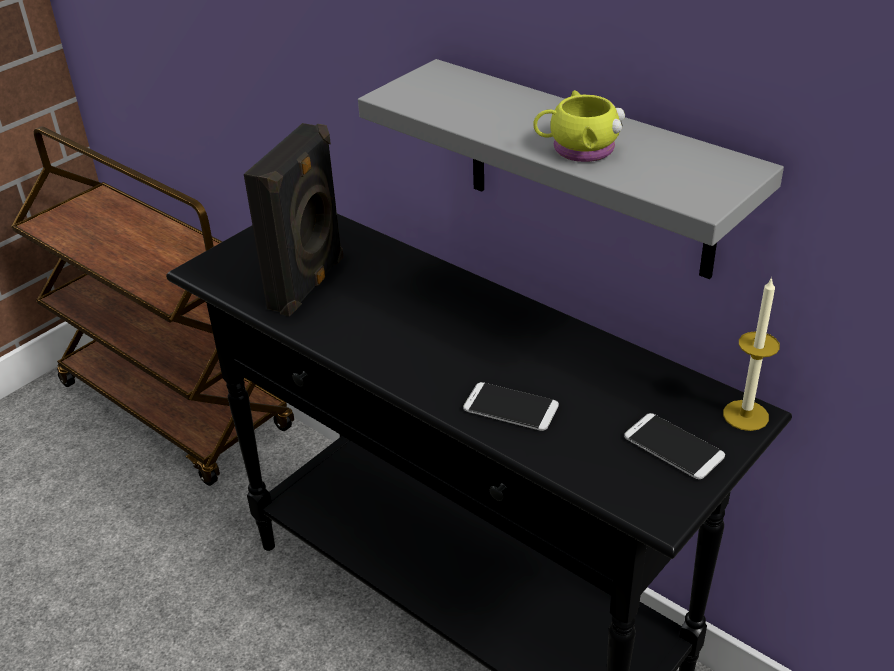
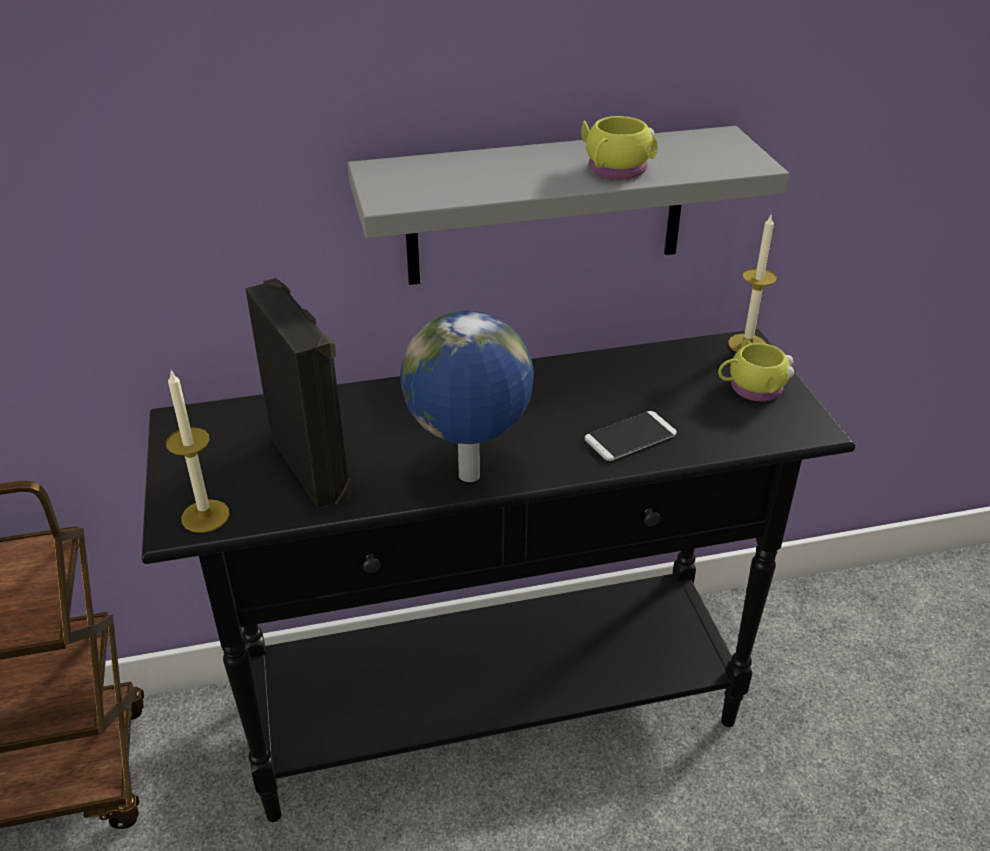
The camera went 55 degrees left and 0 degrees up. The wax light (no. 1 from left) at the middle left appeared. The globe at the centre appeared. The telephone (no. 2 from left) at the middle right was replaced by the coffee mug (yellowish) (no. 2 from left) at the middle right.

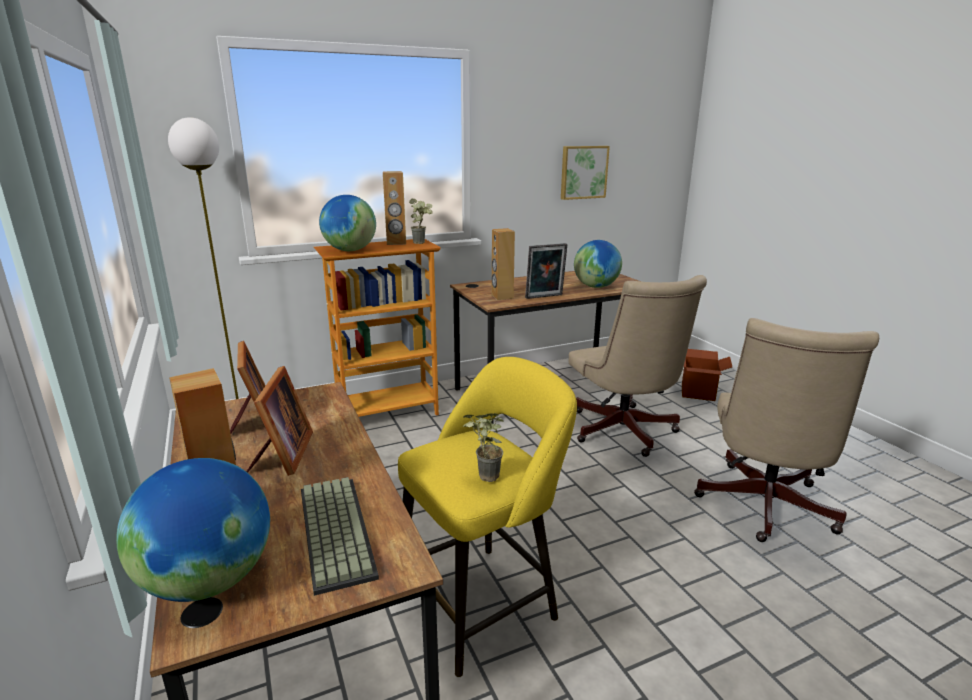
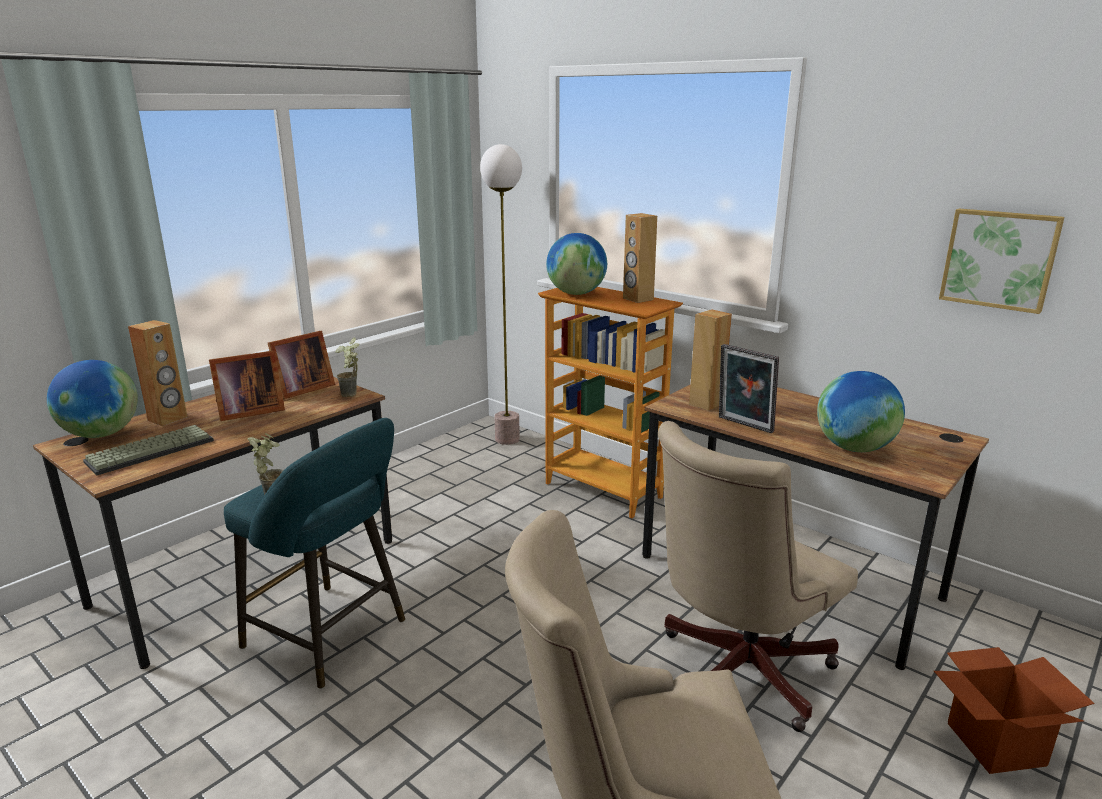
The camera went 65 degrees right and 0 degrees up. The potted plant (no. 1 from left in the first image) moved from the top centre to the middle left. The sitting stool (yellowish) at the bottom centre became the sitting stool (blue-green) at the bottom left.

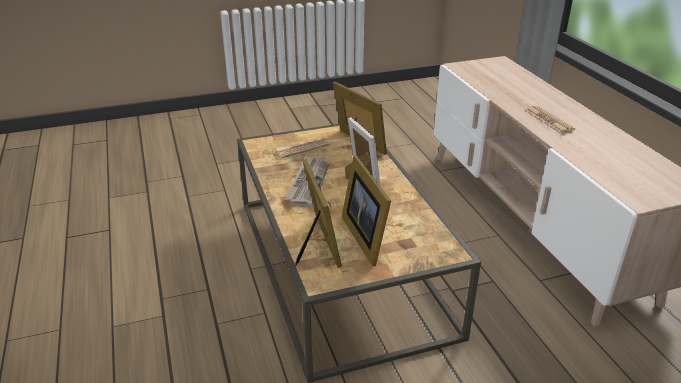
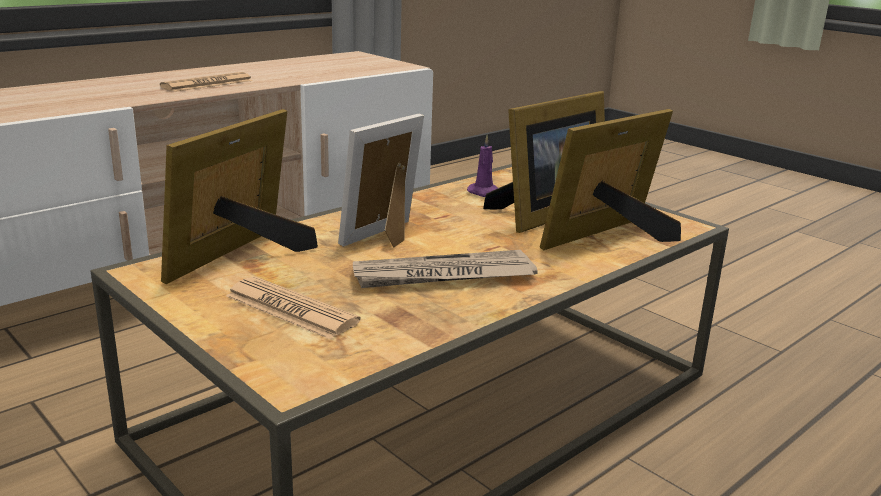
The camera went 115 degrees left and 10 degrees down. The wax light (purple-coloured) at the centre appeared.

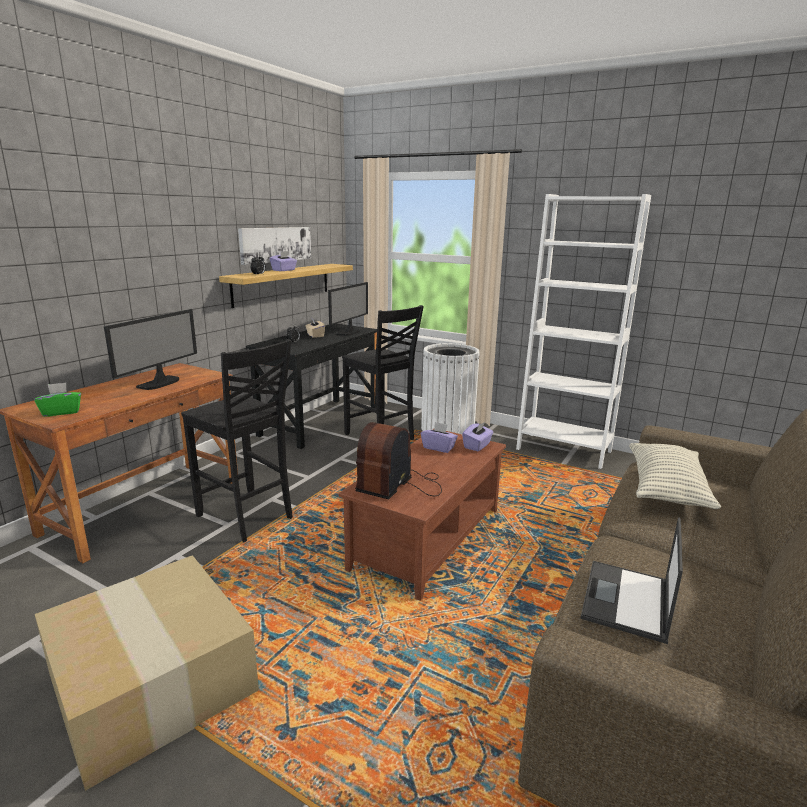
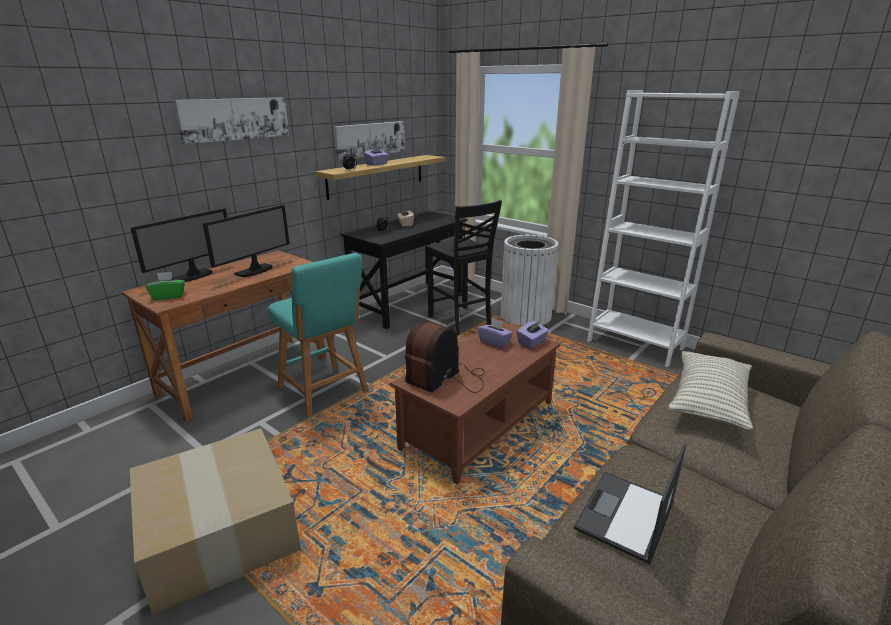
The camera went 10 degrees right and 5 degrees up. The wall art (no. 1 from left) at the top left appeared. The computer display (no. 2 from left in the first image) moved from the centre to the middle left. The plain chair (black) (no. 1 from left) at the middle left was replaced by the sitting stool (blue-green) at the centre.

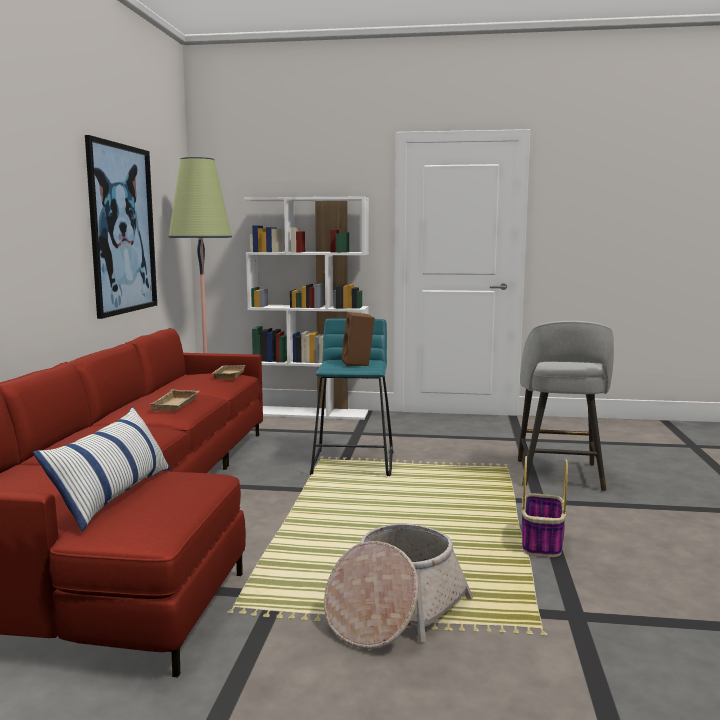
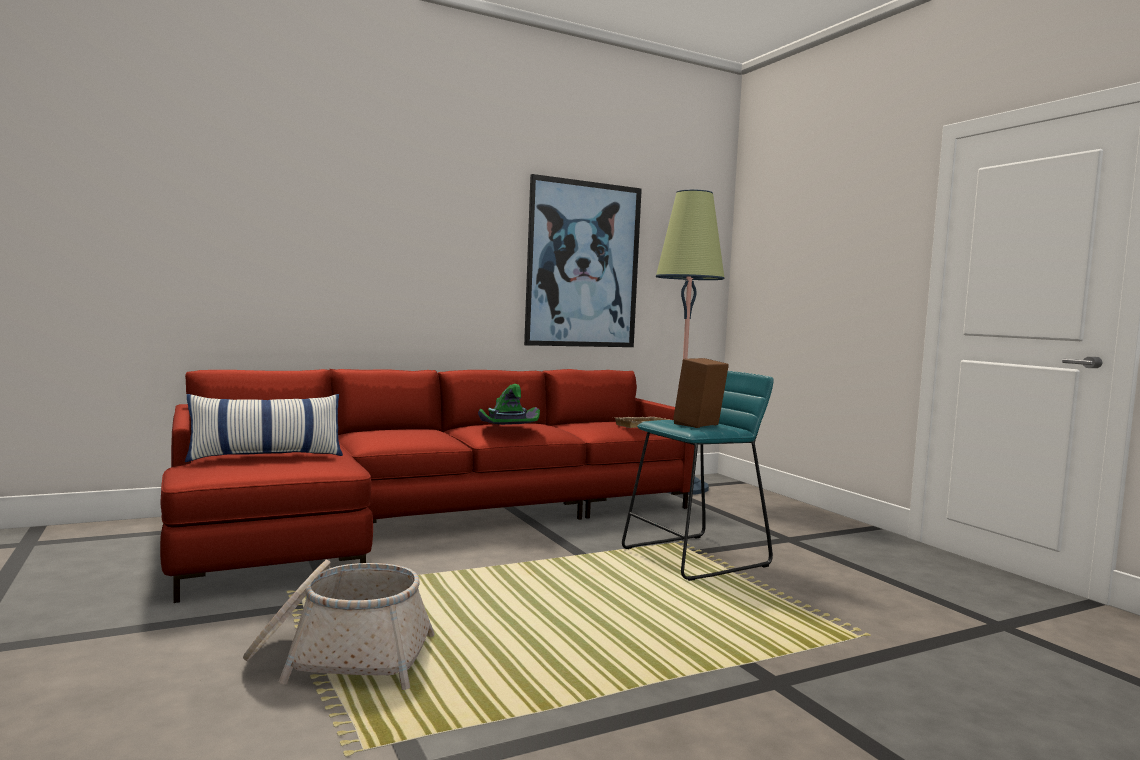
The camera went 55 degrees right and 5 degrees down. The bookshelf (whitish) at the centre disappeared. The sitting stool (grey) at the middle right disappeared. The storage basket (no. 2 from left) at the bottom right disappeared. The serving tray (beige-coloured) (no. 1 from left) at the middle left was replaced by the wearable hat (green-coloured) at the centre.

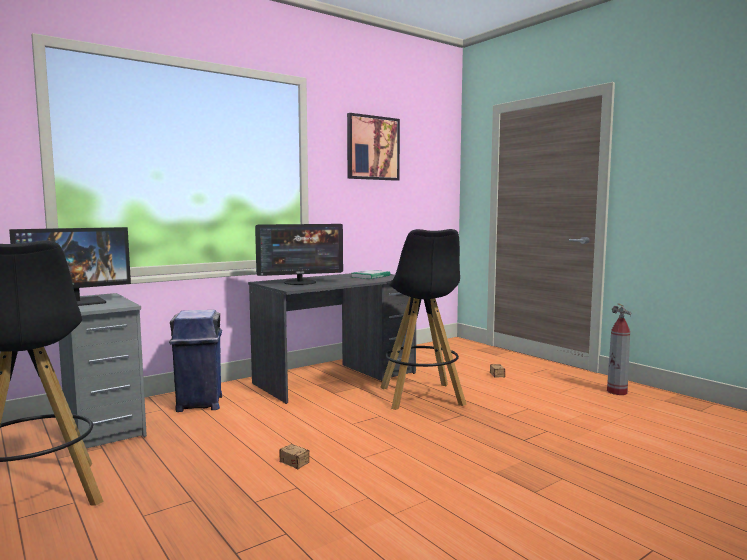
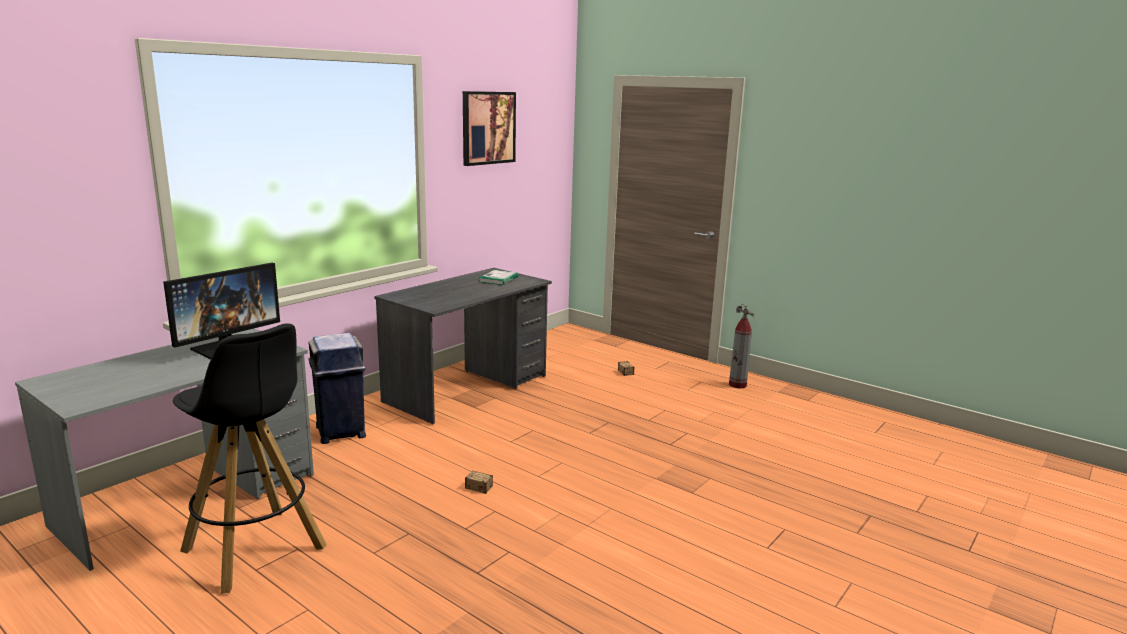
The camera went 15 degrees left and 10 degrees up. The computer display (no. 2 from left) at the centre disappeared. The sitting stool (black) (no. 2 from left) at the centre disappeared.

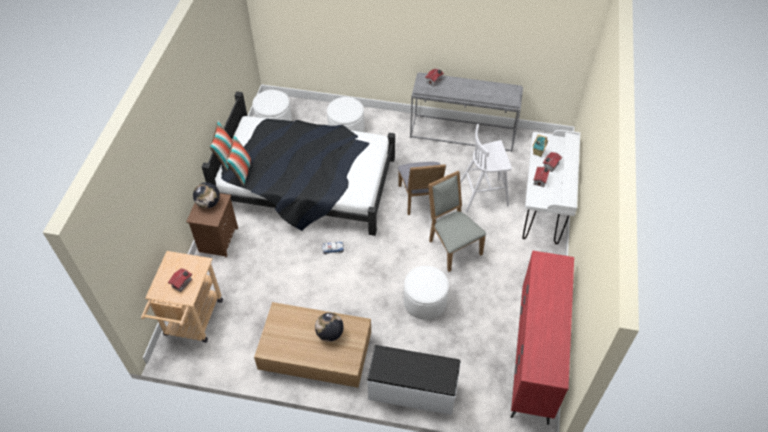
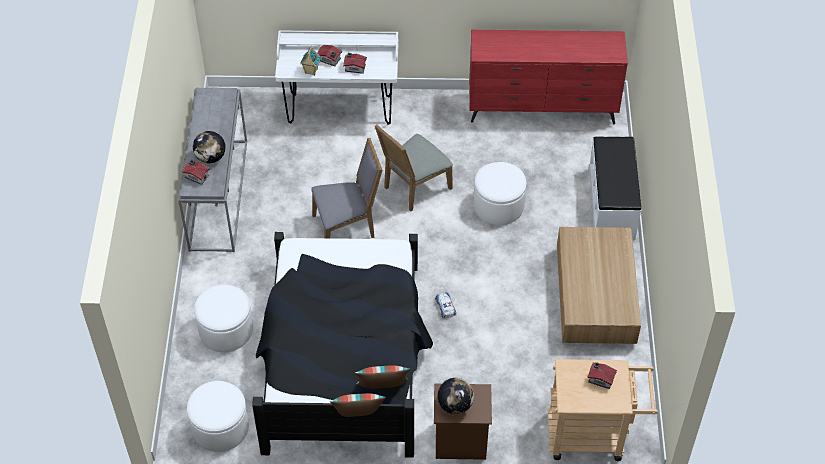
The camera went 100 degrees left and 0 degrees up. The sitting stool (whitish) at the centre disappeared. The globe (no. 2 from left in the first image) moved from the bottom centre to the top left.

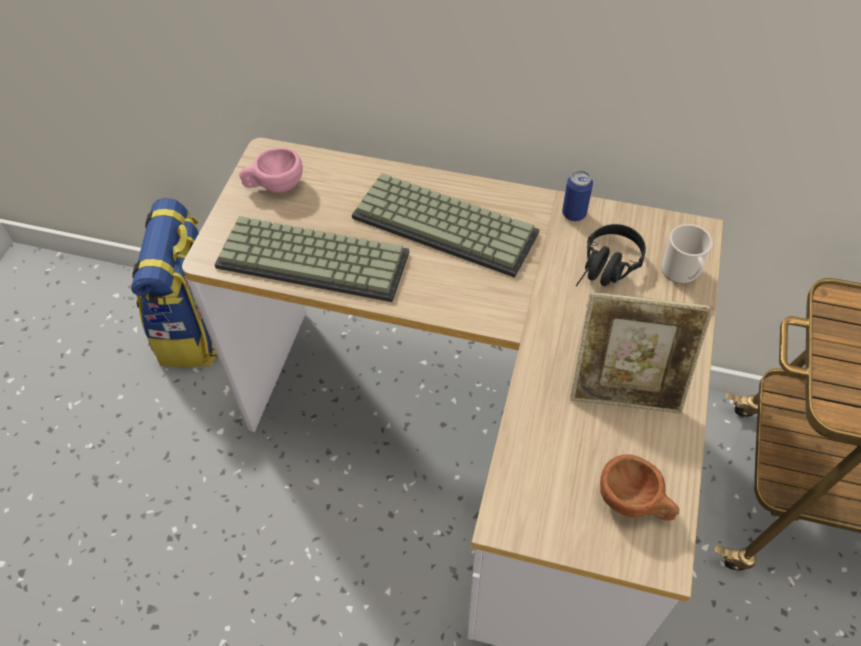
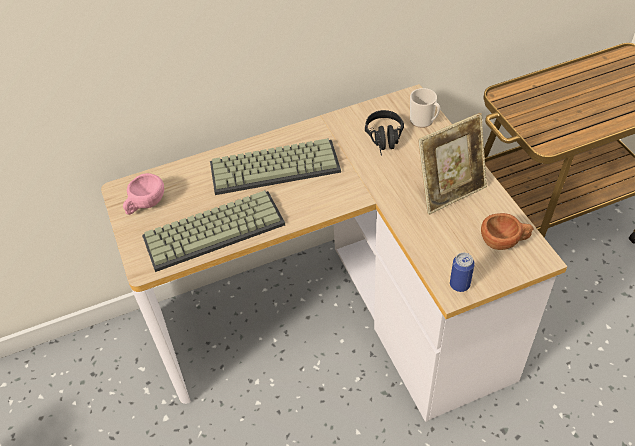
The camera went 35 degrees left and 5 degrees down. The rucksack at the middle left disappeared. The metal can moved from the top right to the middle right.

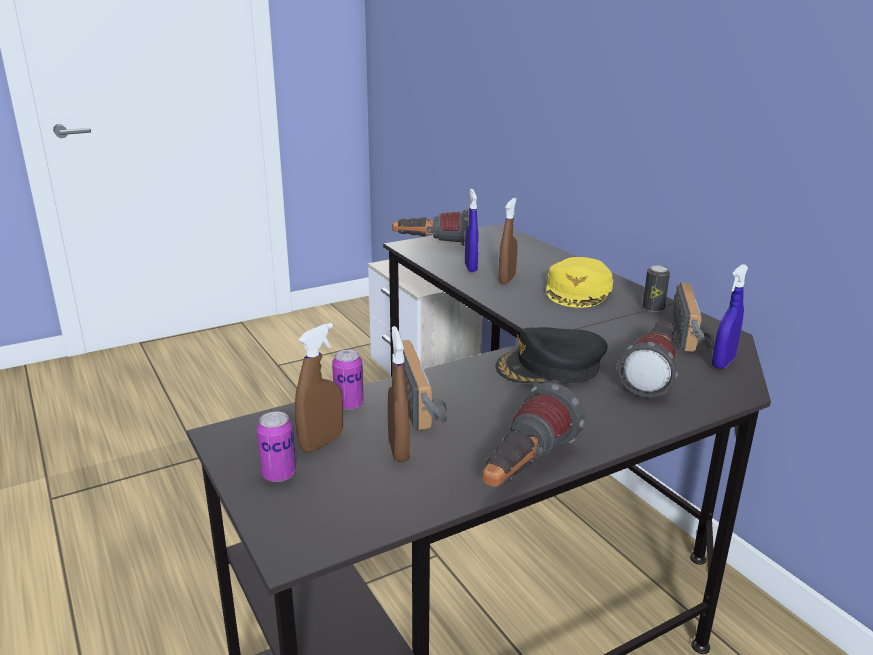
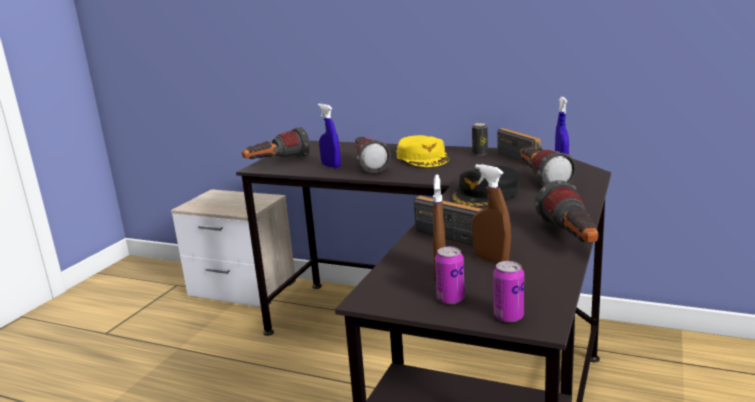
The camera went 35 degrees left and 5 degrees down. The metal can (no. 2 from left in the first image) moved from the centre to the bottom right. The hand sprayer (brown) (no. 3 from left) at the centre was replaced by the hand torch (no. 2 from left) at the centre.

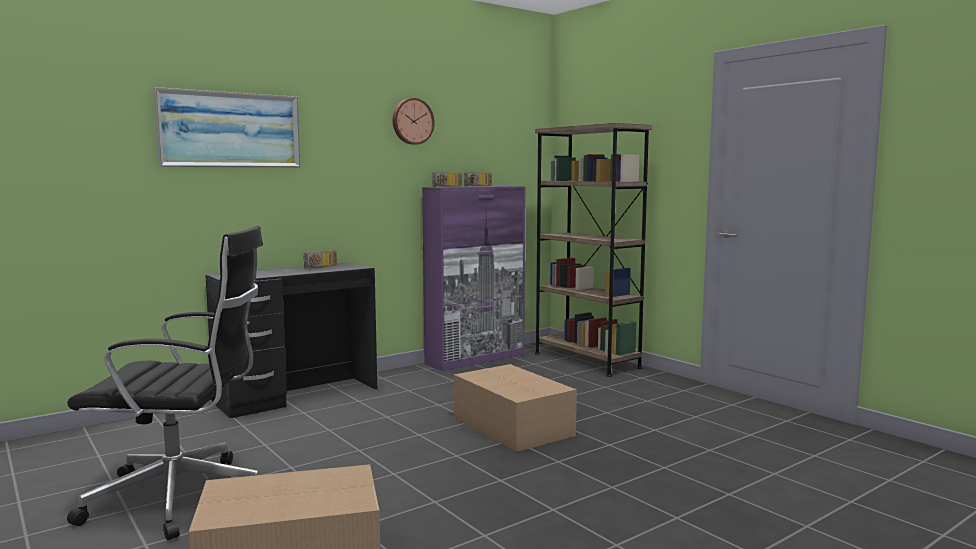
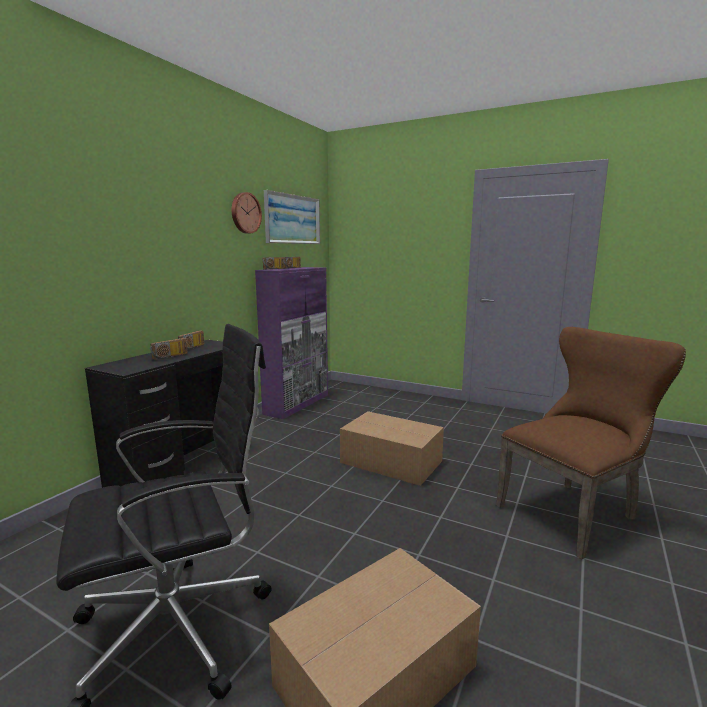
The camera went 25 degrees left and 5 degrees up. The bookshelf (brown) at the centre disappeared. The radio set (no. 1 from left) at the middle left appeared. The plain chair (brown) at the middle right appeared. The wall art moved from the top left to the top centre.

